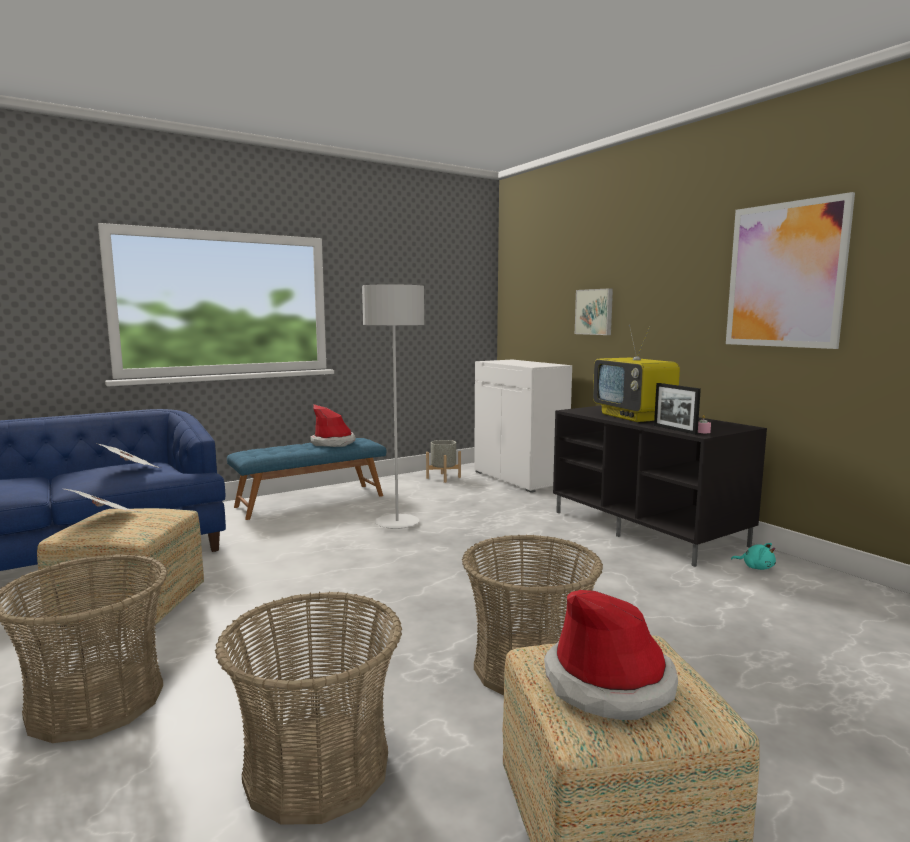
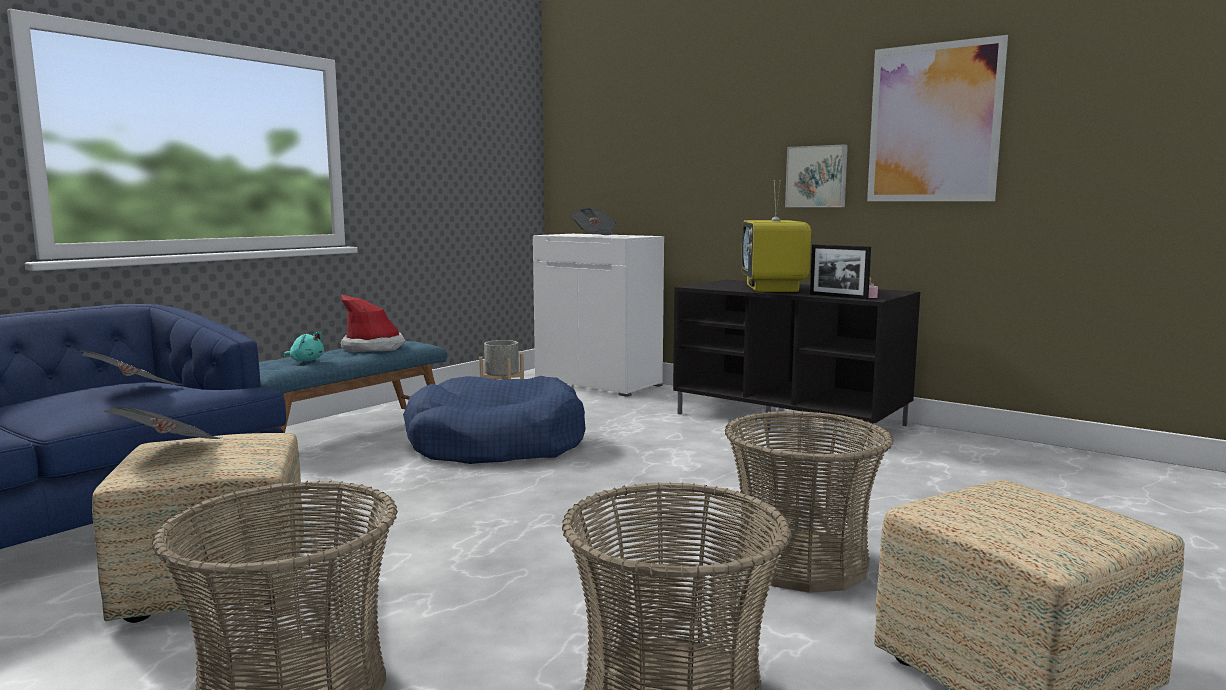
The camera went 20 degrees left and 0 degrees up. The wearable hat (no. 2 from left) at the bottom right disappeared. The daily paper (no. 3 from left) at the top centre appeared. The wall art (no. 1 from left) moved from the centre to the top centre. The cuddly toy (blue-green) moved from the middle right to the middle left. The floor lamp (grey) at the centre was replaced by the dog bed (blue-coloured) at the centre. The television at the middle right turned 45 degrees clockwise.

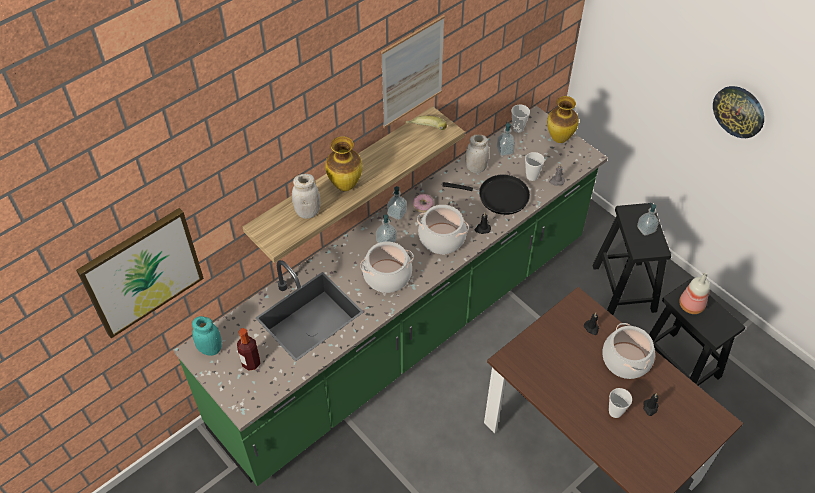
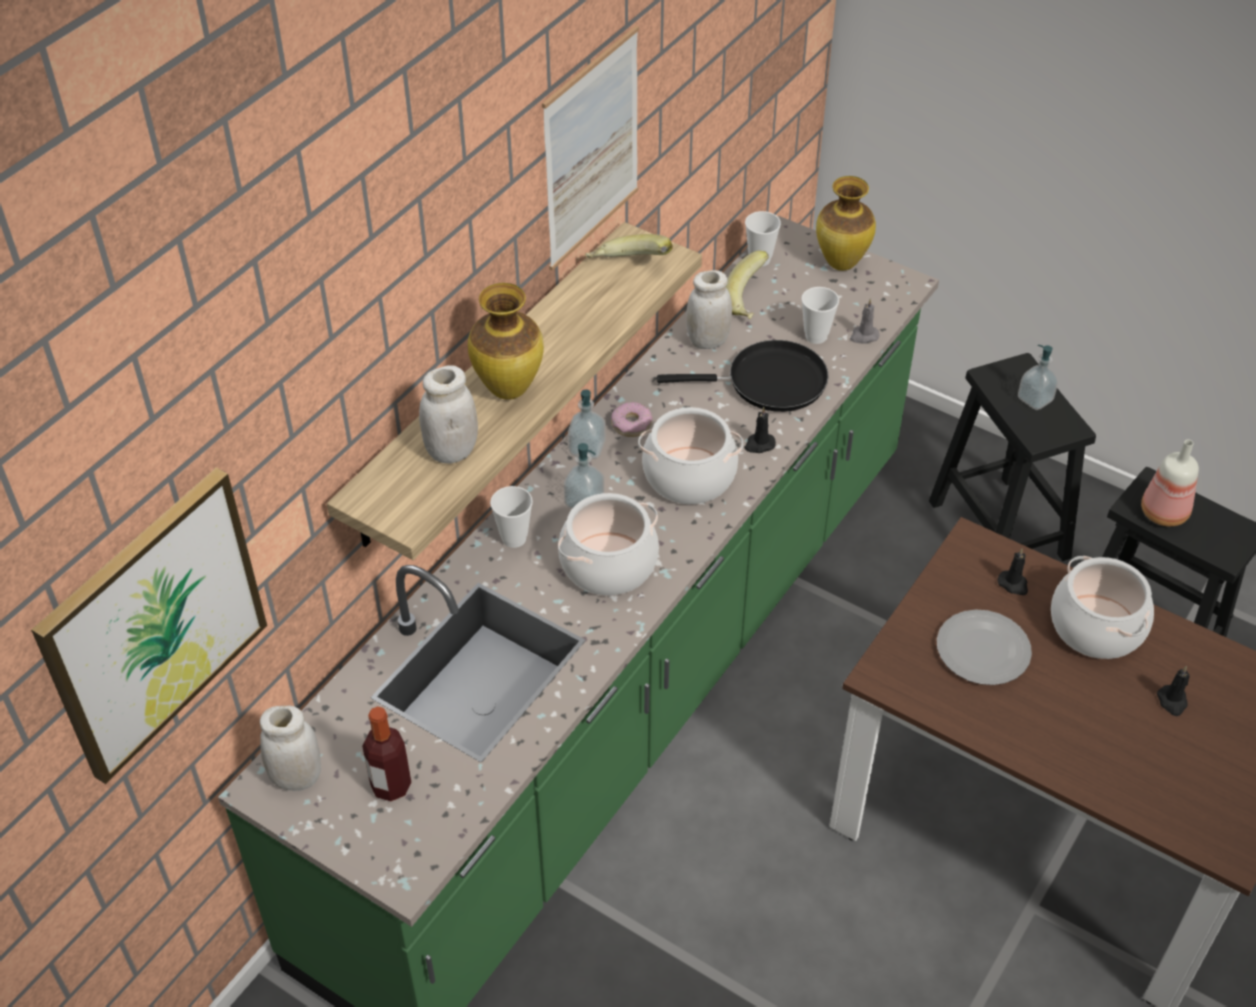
The camera went 15 degrees left and 5 degrees down. The hanging clock at the top right disappeared. The dinner plate at the middle right appeared. The small cup (no. 3 from left in the first image) moved from the bottom right to the centre. The liquid soap bottle (no. 3 from left) at the top centre was replaced by the whole banana (no. 2 from left) at the top centre. The preserve jar (blue-green) at the bottom left became the preserve jar (whitish) (no. 1 from left) at the bottom left.

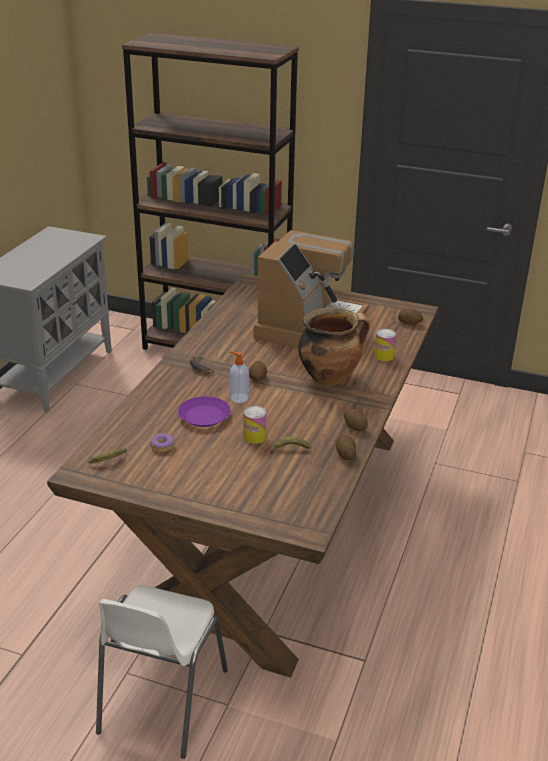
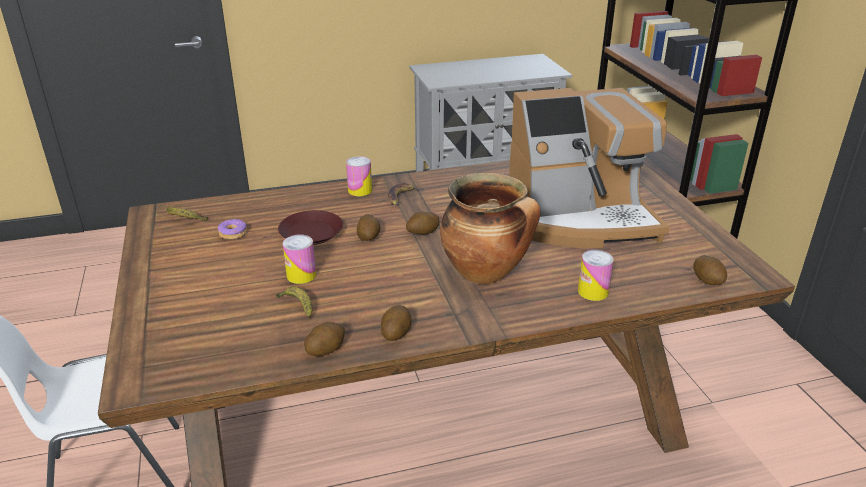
The camera went 55 degrees right and 0 degrees up. The metal can (no. 2 from left) at the centre appeared. The liquid soap bottle at the centre was replaced by the potato (no. 2 from left) at the centre. The dinner plate (purple-coloured) at the centre became the dinner plate (brown) at the centre.

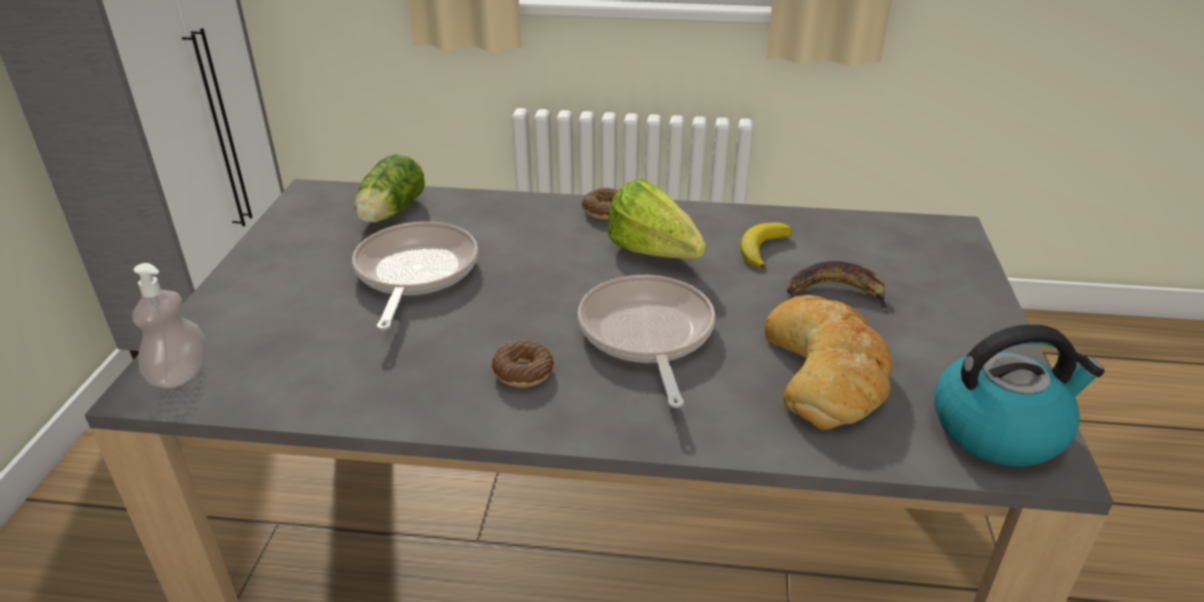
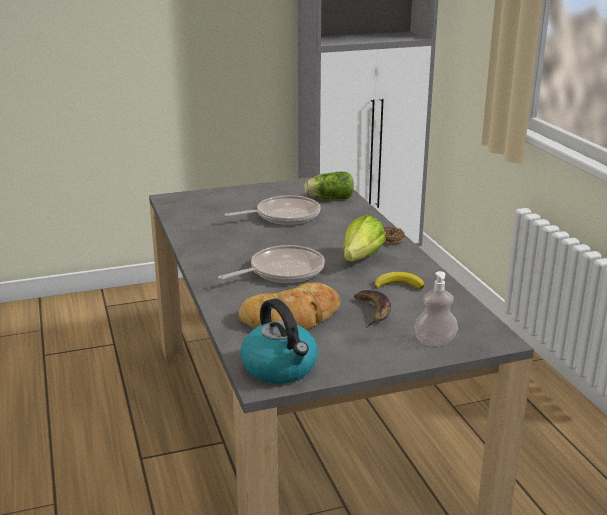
The camera went 65 degrees right and 10 degrees down. The donut (no. 1 from left) at the centre disappeared. The liquid soap bottle moved from the middle left to the middle right.

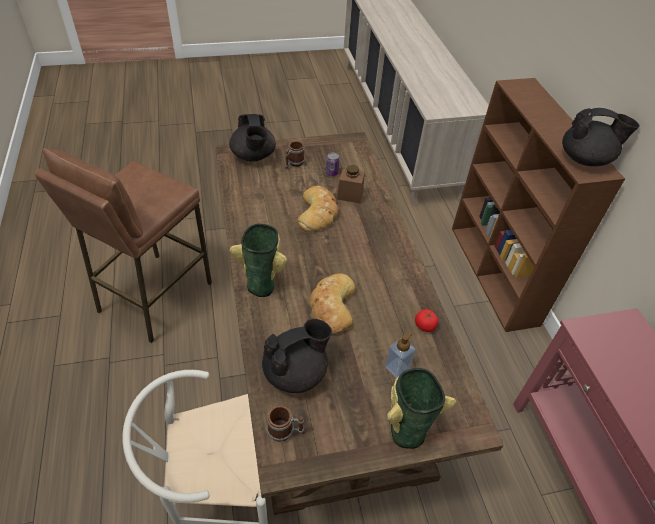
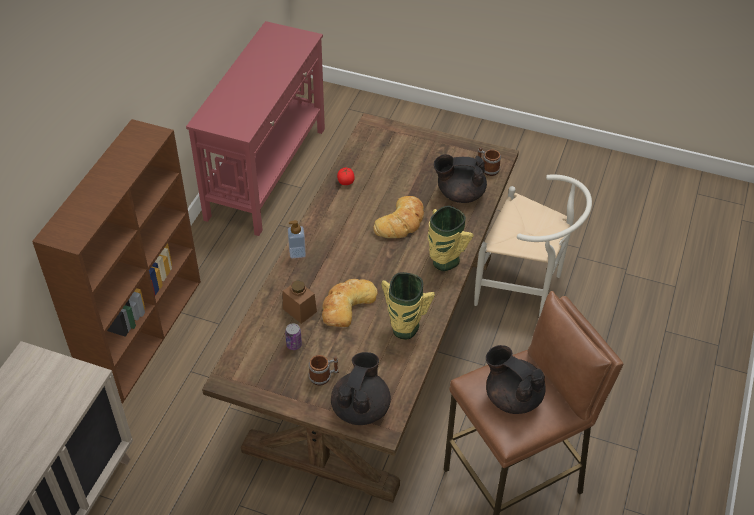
The camera went 145 degrees left and 0 degrees up. The liquid soap bottle moved from the bottom centre to the centre. The decorative vase (no. 2 from left in the first image) moved from the bottom centre to the centre. The teapot (black) (no. 3 from left) moved from the top right to the bottom right.

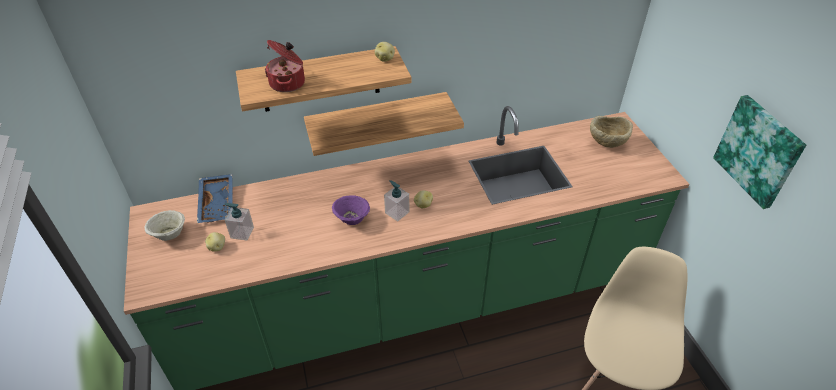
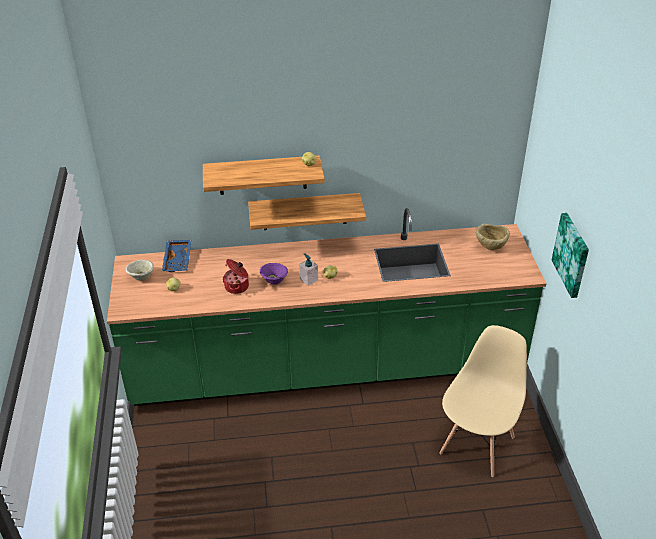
The camera went 10 degrees right and 5 degrees down. The liquid soap bottle (no. 1 from left) at the middle left disappeared. The cooking pot moved from the top centre to the centre.

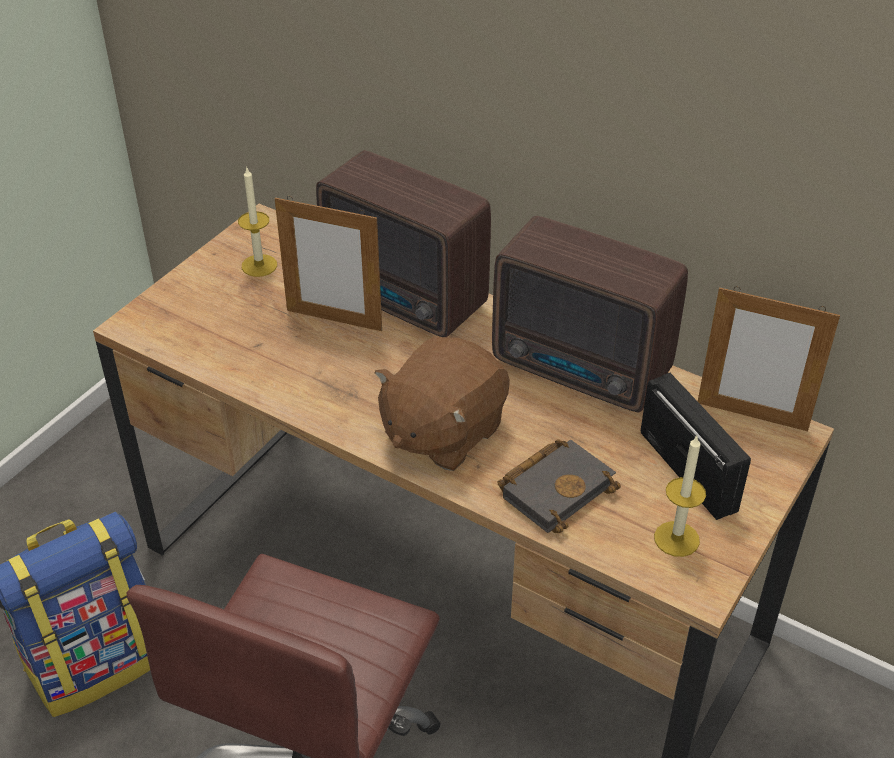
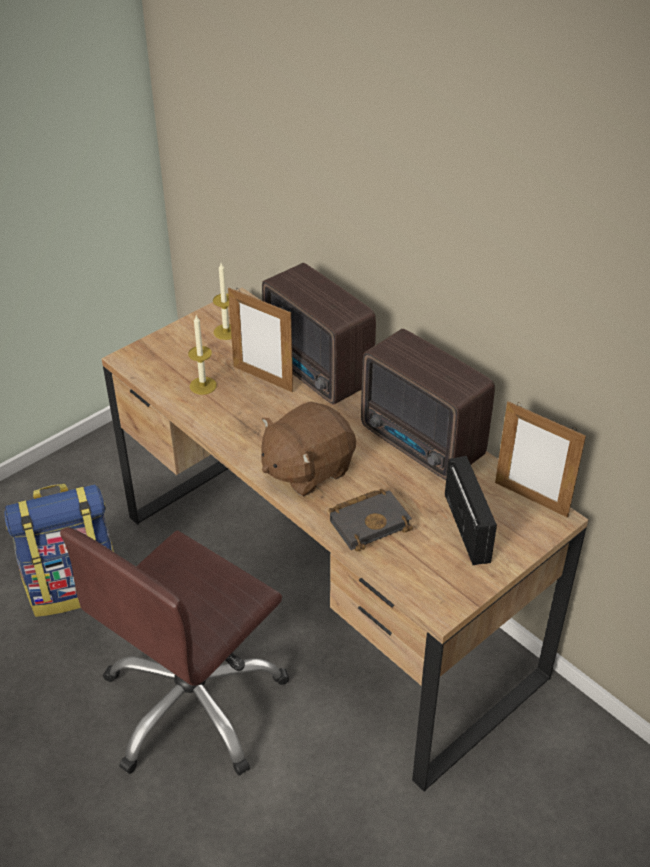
The camera went 15 degrees right and 0 degrees up. The wax light (no. 2 from left in the first image) moved from the middle right to the middle left.

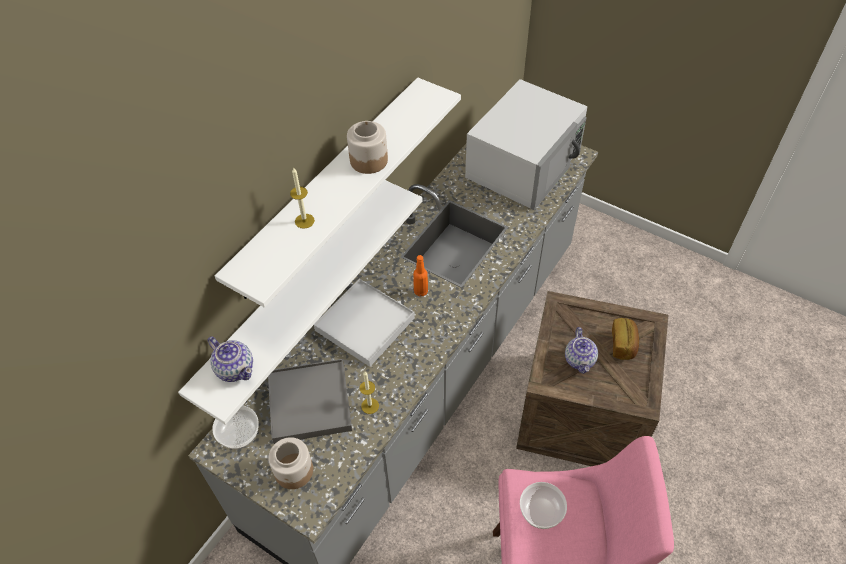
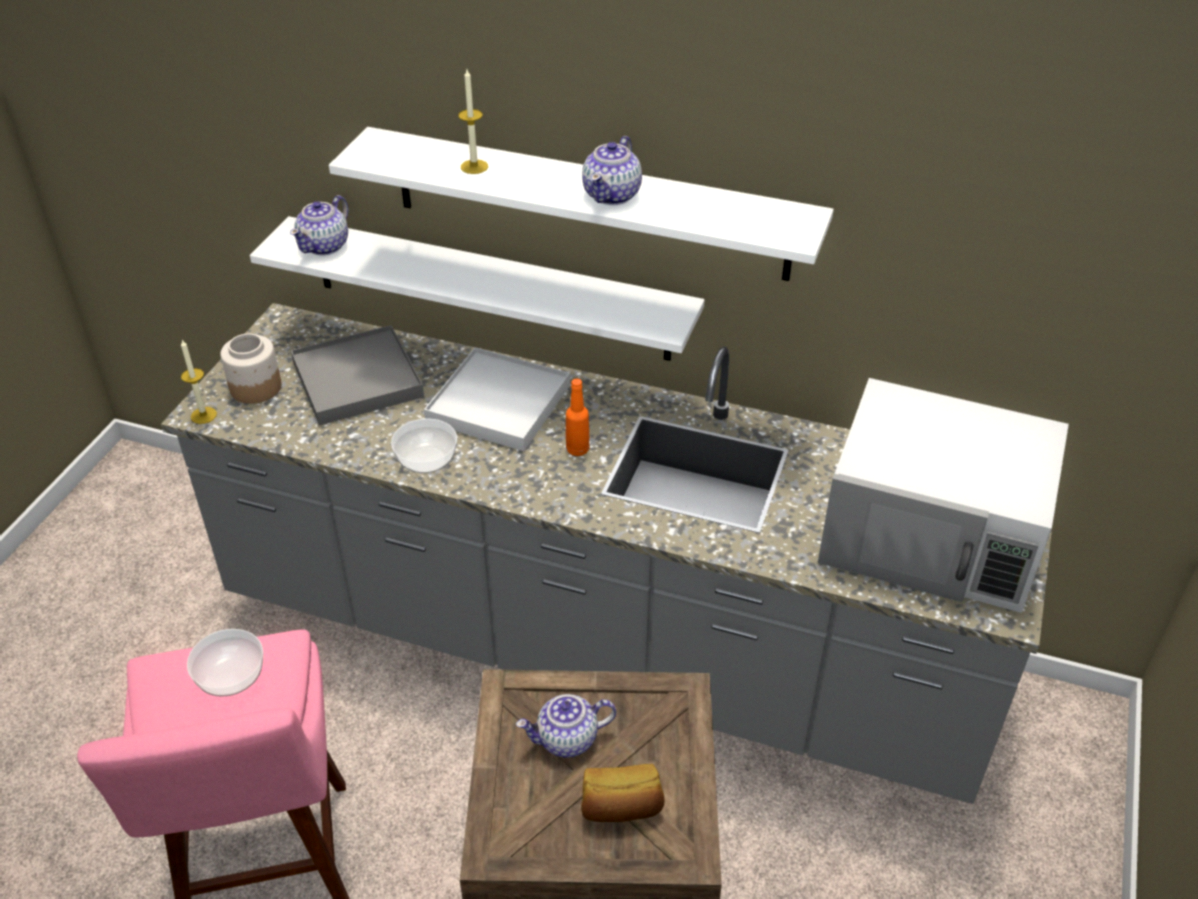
The camera went 75 degrees right and 10 degrees down. The deep dish (no. 1 from left in the first image) moved from the bottom left to the centre. The wax light (no. 2 from left in the first image) moved from the bottom centre to the middle left. The preserve jar (no. 2 from left) at the top centre was replaced by the teapot (no. 3 from left) at the top centre.

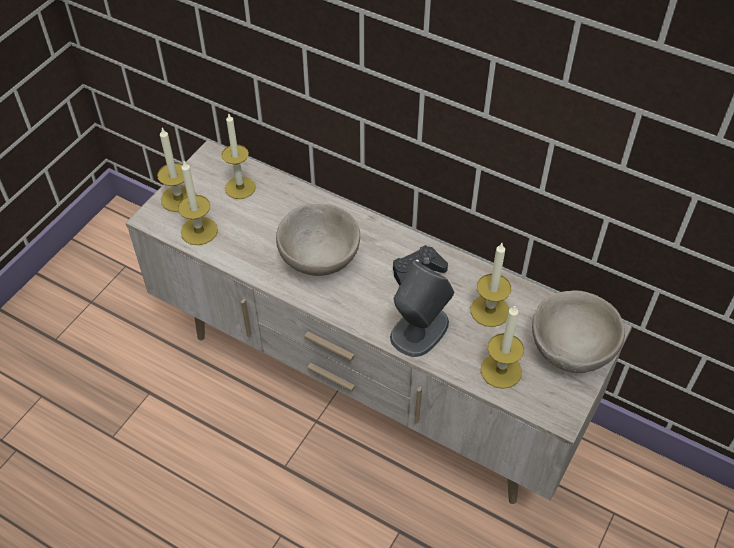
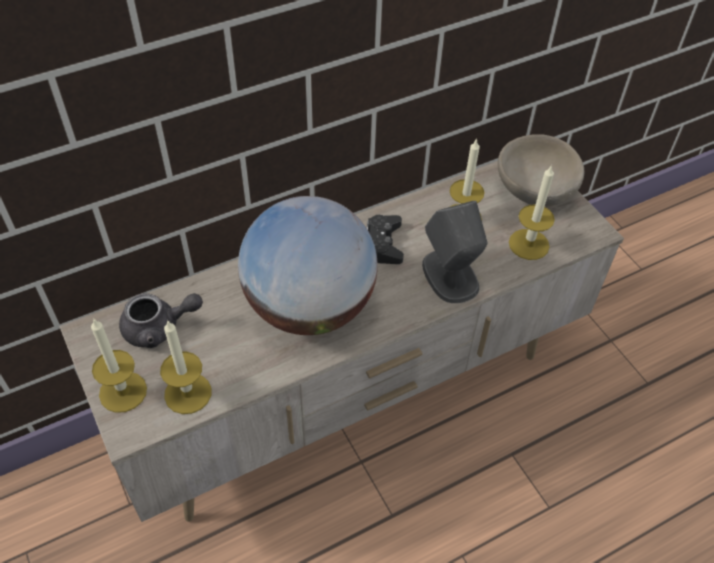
The camera went 60 degrees left and 0 degrees up. The wax light (no. 3 from left) at the top left was replaced by the teapot (grey) at the middle left. The deep dish (beige-coloured) (no. 1 from left) at the centre was replaced by the globe at the centre.

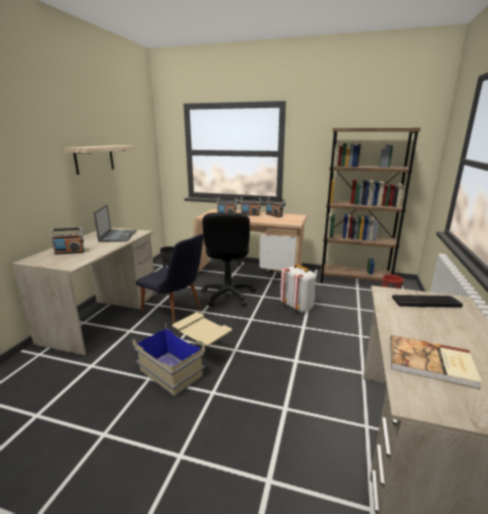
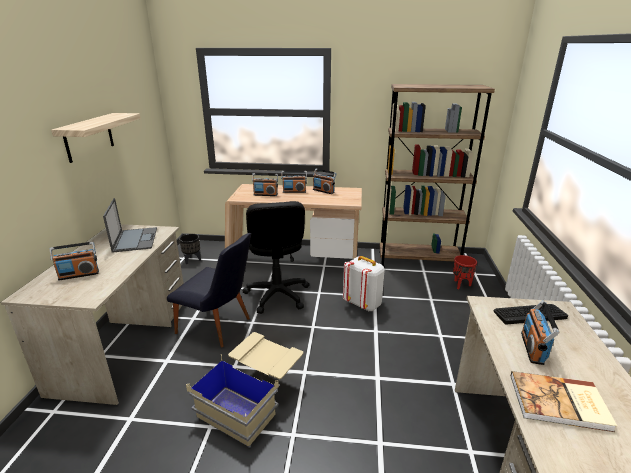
The camera went 10 degrees left and 5 degrees up. The radio set (no. 5 from left) at the bottom right appeared.

